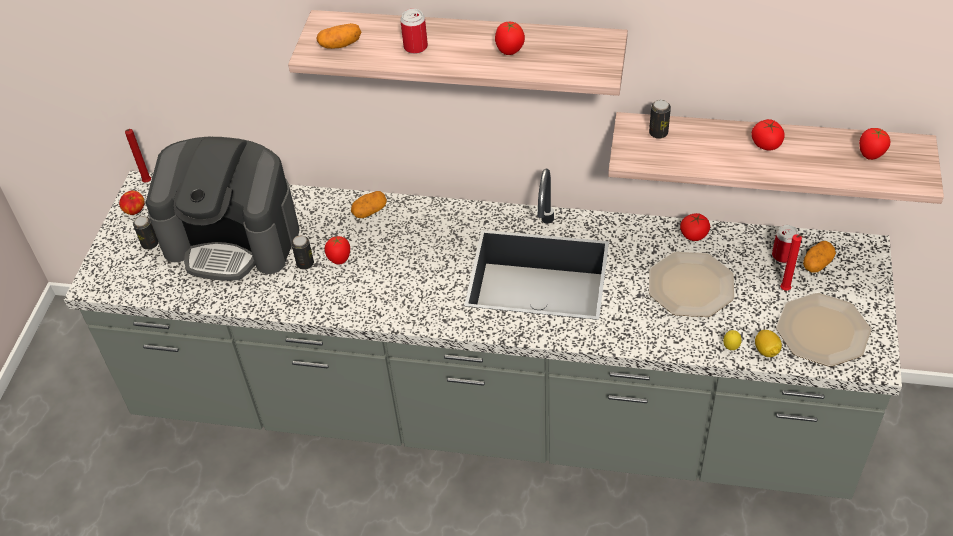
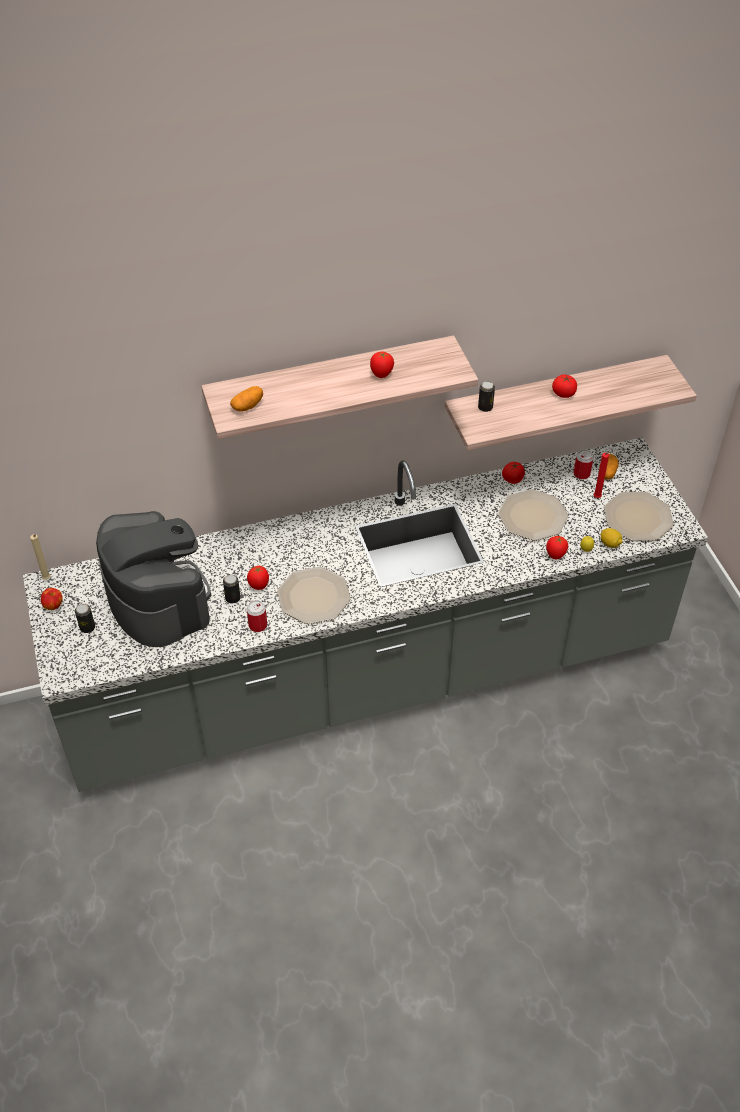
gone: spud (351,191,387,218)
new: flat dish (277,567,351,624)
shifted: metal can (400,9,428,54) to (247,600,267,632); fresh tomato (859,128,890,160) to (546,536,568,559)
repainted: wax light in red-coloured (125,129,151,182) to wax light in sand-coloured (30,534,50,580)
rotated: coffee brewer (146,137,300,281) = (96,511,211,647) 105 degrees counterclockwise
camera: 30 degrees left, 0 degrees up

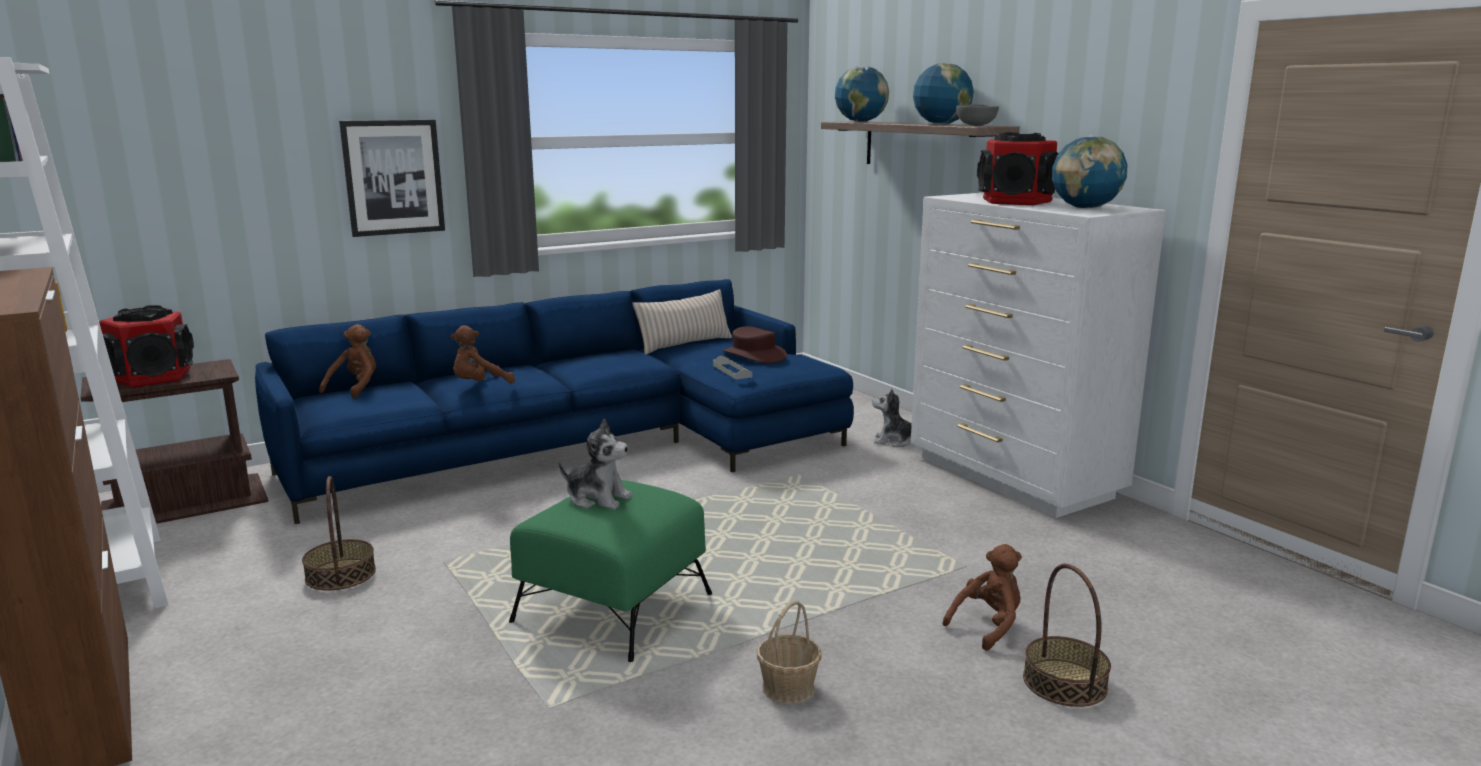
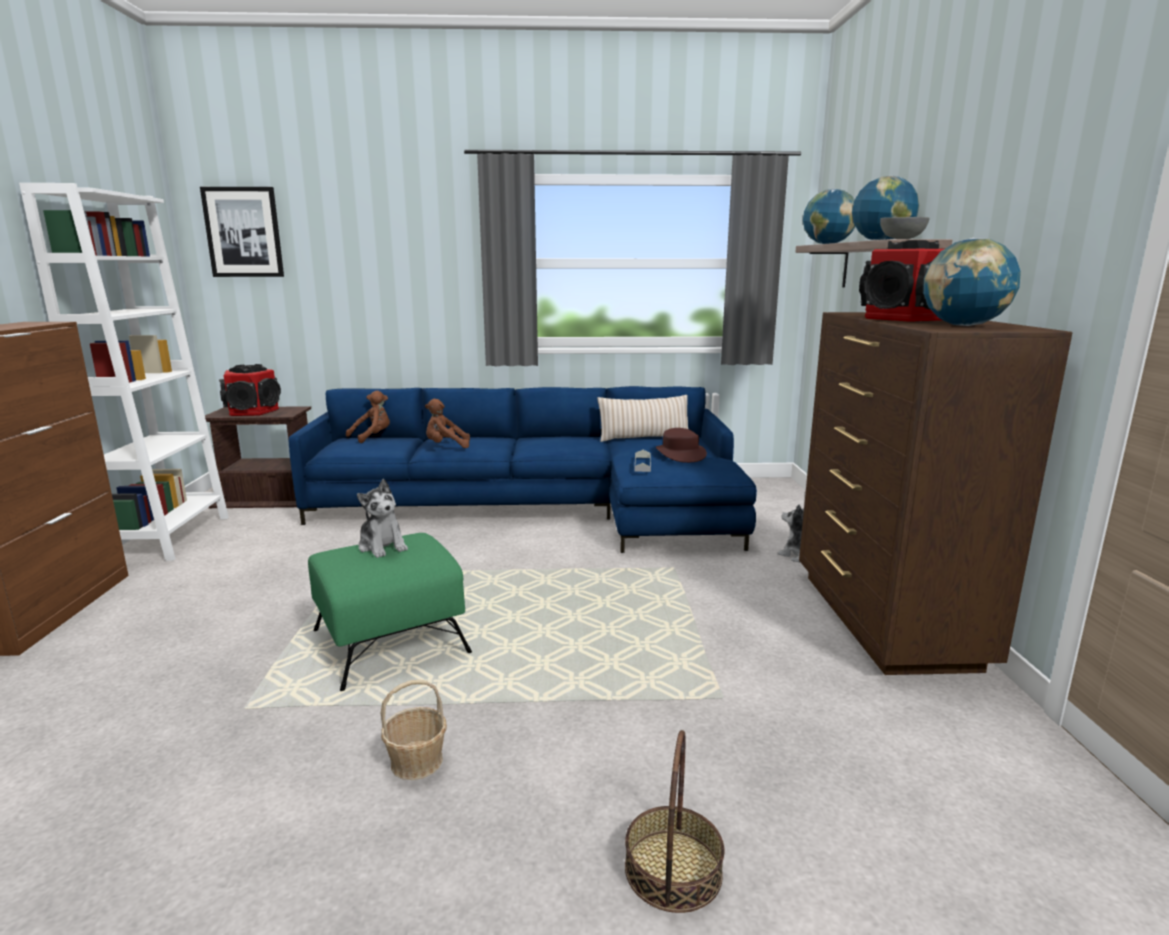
gone: household basket (302,476,376,591); cuddly toy in brown (942,544,1022,651)
shifted: picture (339,120,445,237) to (200,187,284,277)
repainted: dresser in white (911,193,1166,518) to dresser in brown (799,312,1072,675)
camera: 30 degrees right, 0 degrees up

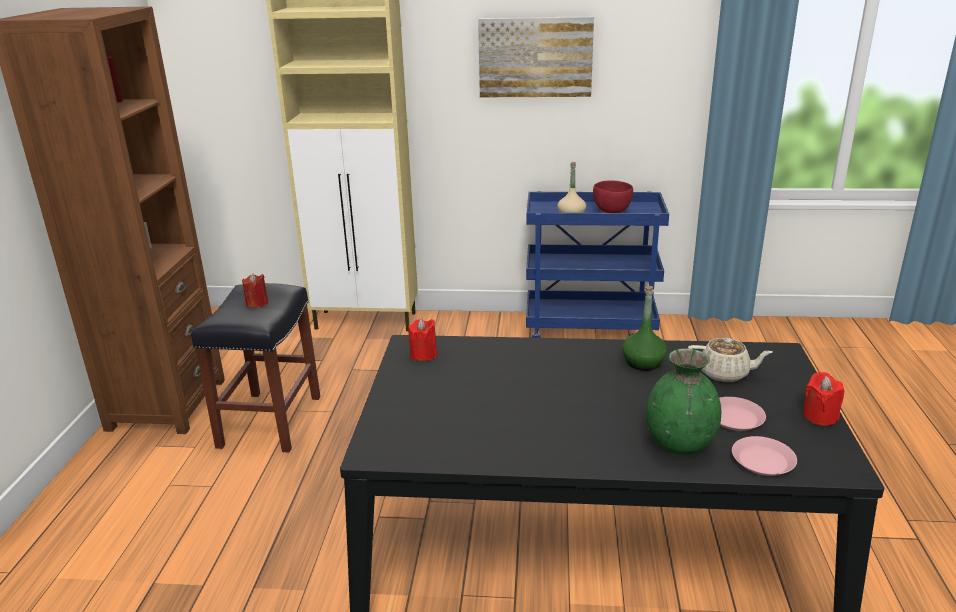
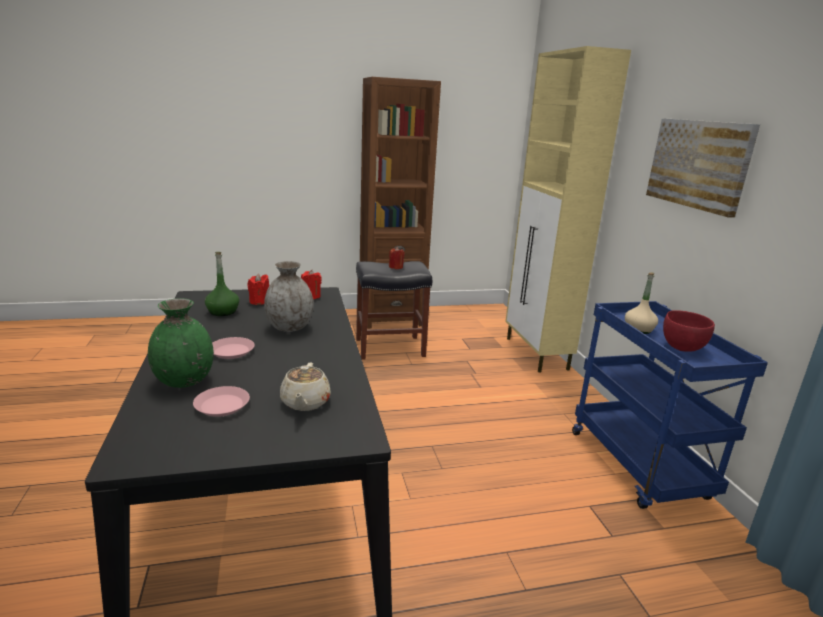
new: decorative vase in gray (264,261,314,332)
shifted: bottle in greenish (622,286,667,371) to (205,252,239,316); flat dish in pink-coloured (732,436,797,476) to (212,337,255,359); wax light in red-coloured (803,372,844,426) to (247,273,269,305)
camera: 70 degrees right, 5 degrees down

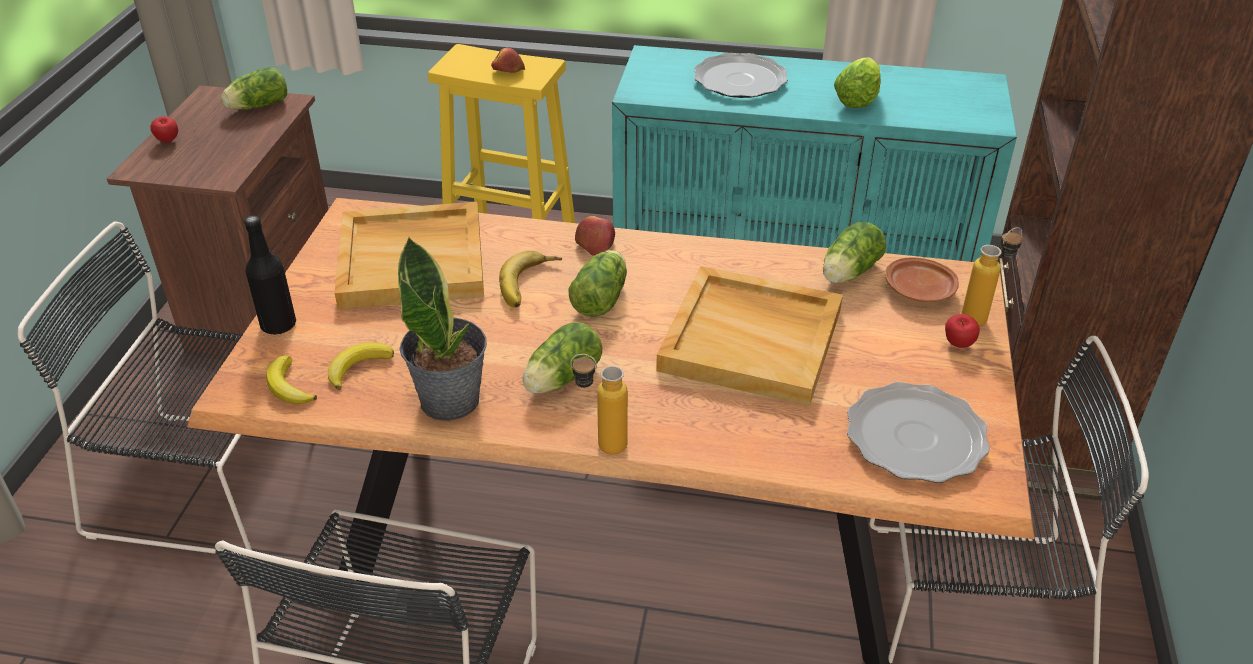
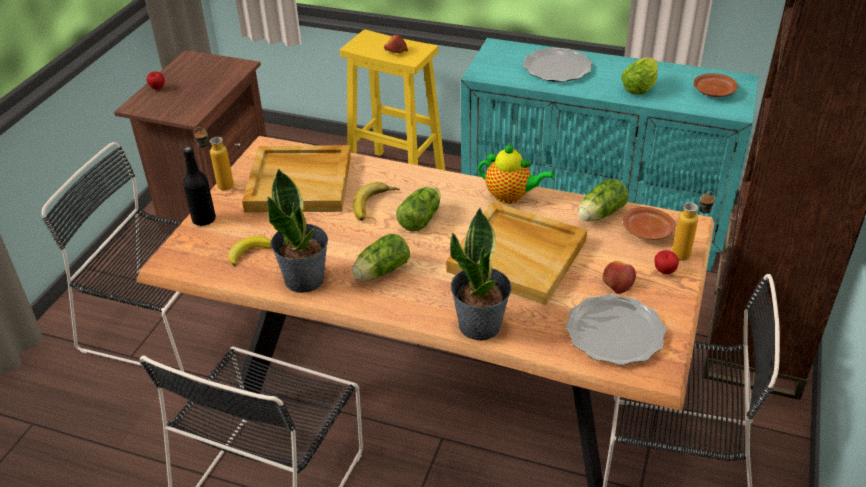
gone: lettuce head (221,67,287,110); whole banana (266,355,317,405)
new: plant in a pot (450,208,511,340); pot for tea (478,144,555,204); flat dish in brown (694,73,738,97)
shifted: bottle (570,354,628,455) to (194,127,234,190); whole apple (575,216,615,256) to (603,261,636,294)
camera: 10 degrees right, 0 degrees up

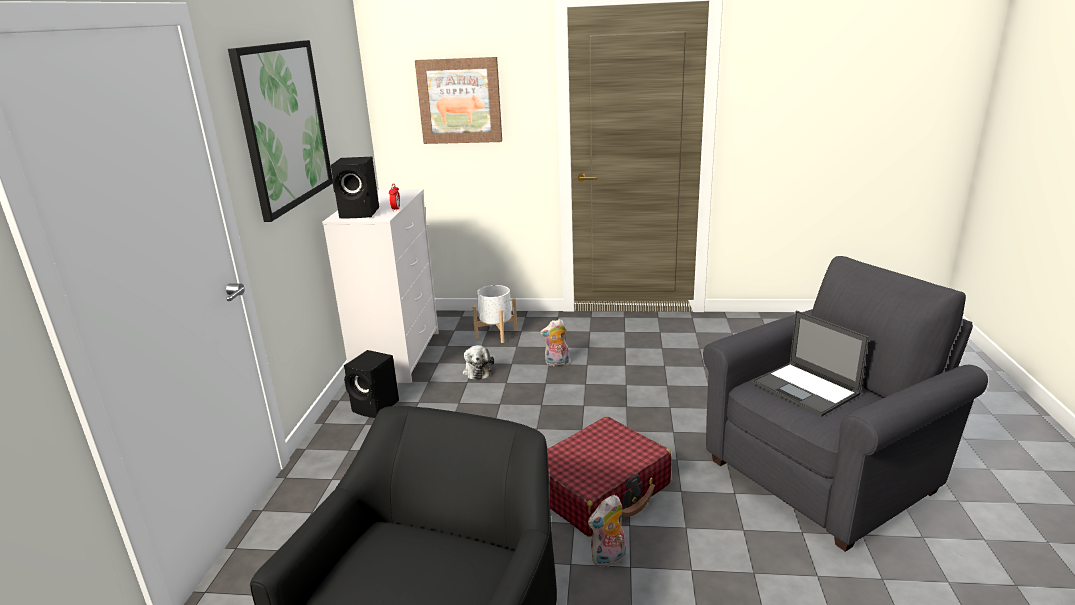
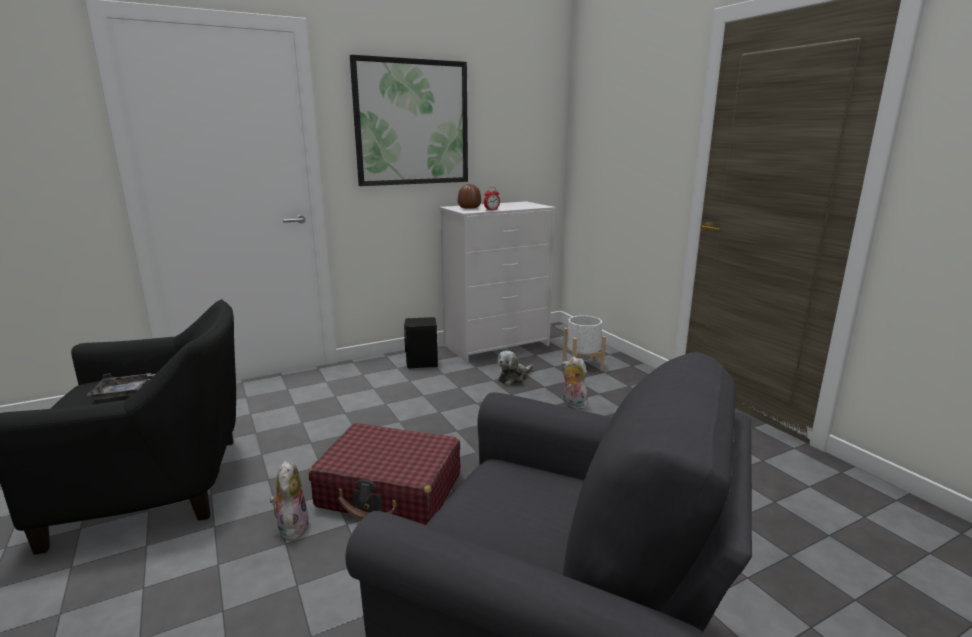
gone: picture (415,57,502,144); laptop (752,310,869,417)
new: tray in gray (86,372,155,400)
swapped: loudspeaker in blackish (331,157,379,218) to decorative vase in brown (458,184,481,209)
rotated: cuddly toy (588,495,628,567) = (270,460,309,541) 60 degrees clockwise
camera: 55 degrees right, 5 degrees down

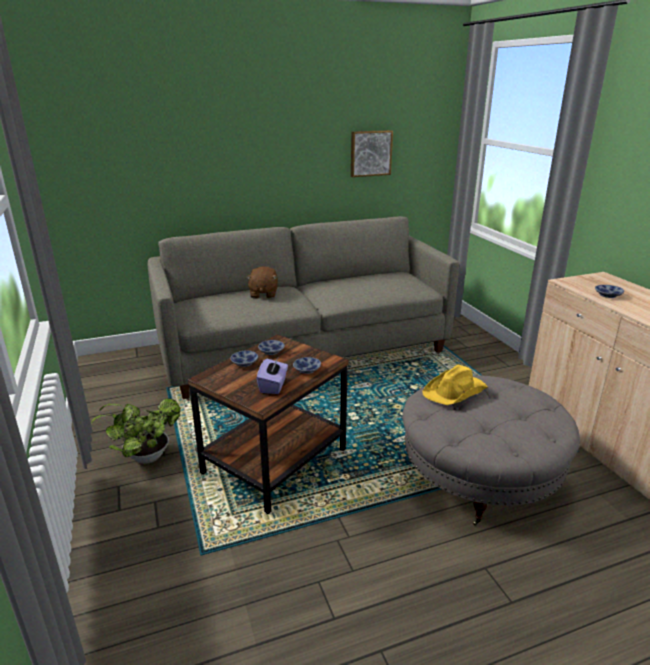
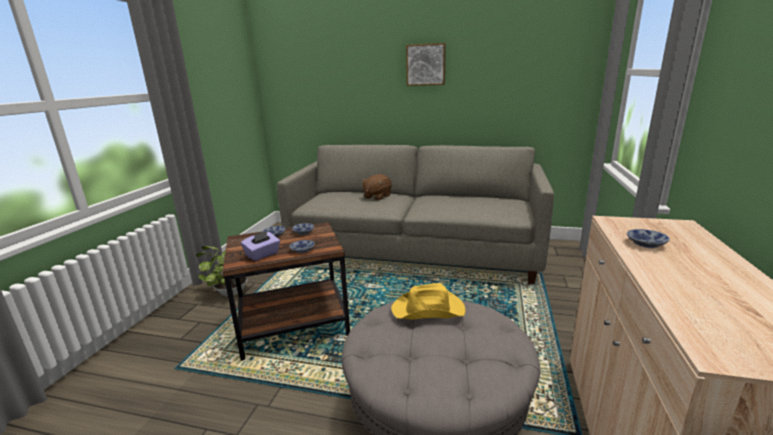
shifted: picture (351,130,393,177) to (406,43,446,86)
camera: 35 degrees right, 5 degrees down

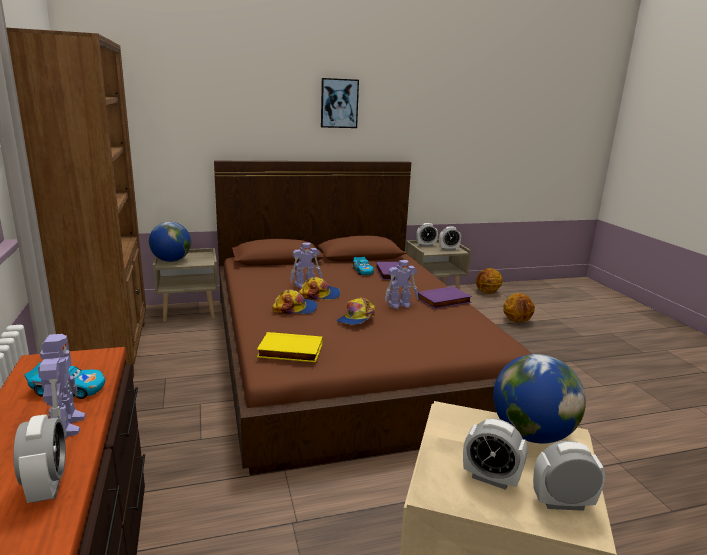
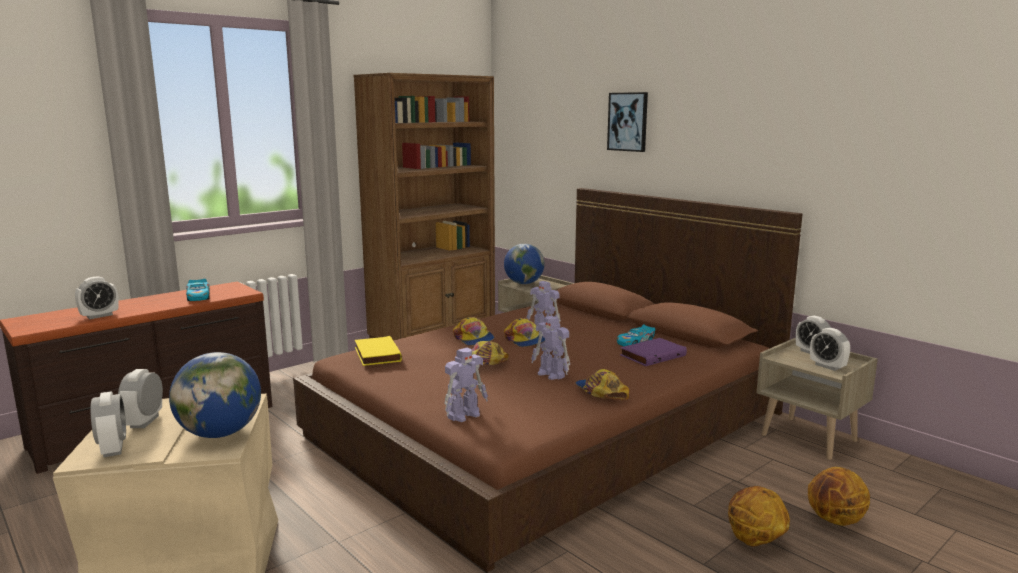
shifted: robot figure (38,334,86,439) to (444,348,488,422); picture (321,78,359,128) to (607,92,648,152); basketball ball (476,268,503,294) to (728,486,790,546)
swapped: bound book in purple-coloured (418,286,472,309) to peaked cap (575,369,629,400)
camera: 65 degrees right, 5 degrees down

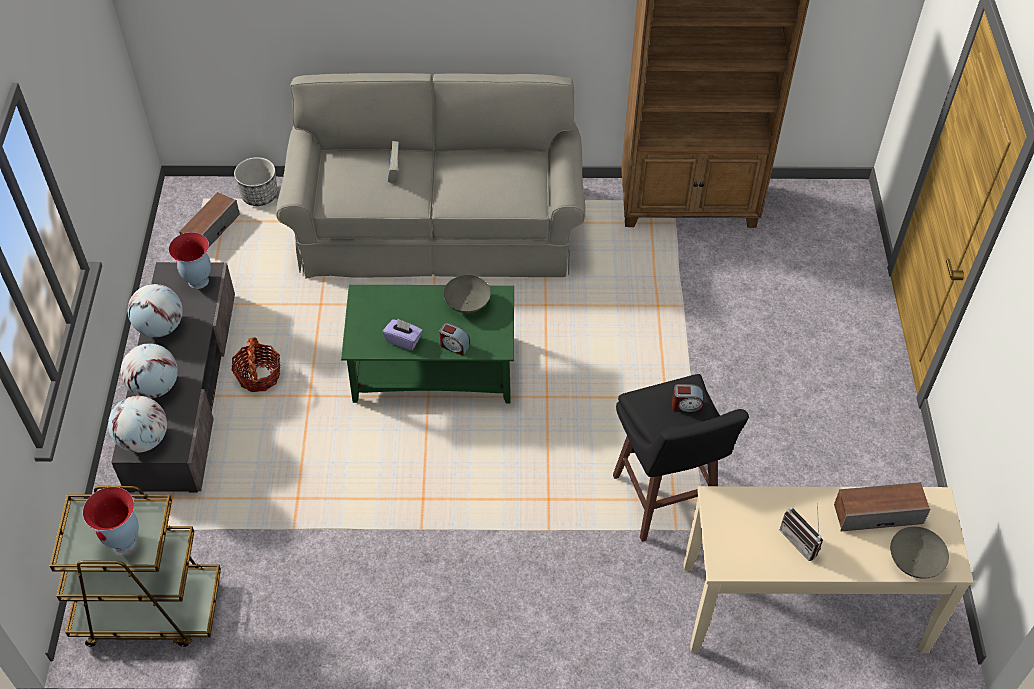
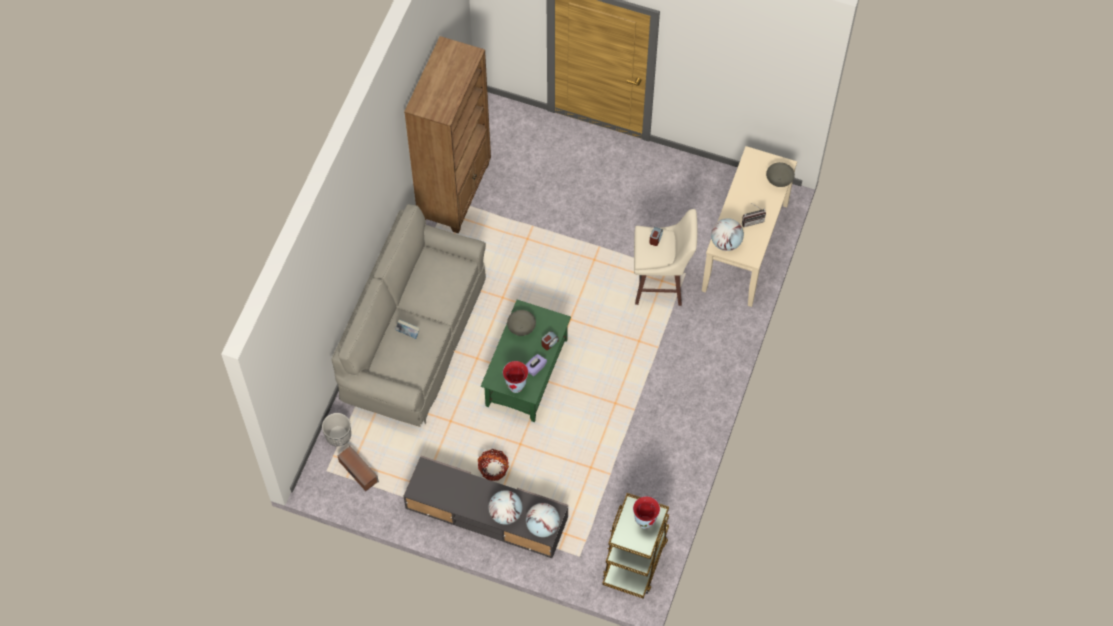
gone: loudspeaker (834,482,931,531)
shifted: desk globe (128,284,183,337) to (711,218,744,251); decorative vase (169,232,211,289) to (503,361,528,393)
repainted: stool in blackish (613,374,749,542) to stool in sand-coloured (634,209,698,306)
camera: 70 degrees left, 10 degrees up

